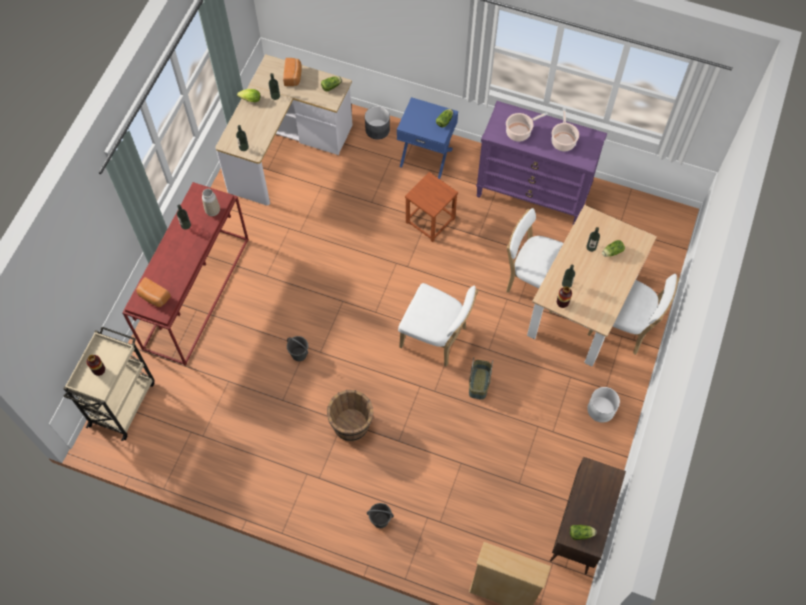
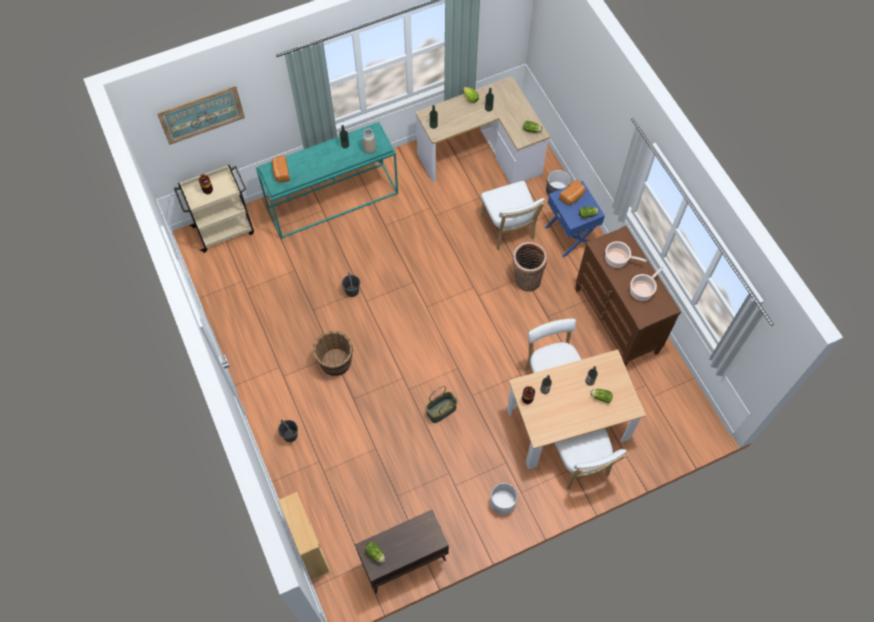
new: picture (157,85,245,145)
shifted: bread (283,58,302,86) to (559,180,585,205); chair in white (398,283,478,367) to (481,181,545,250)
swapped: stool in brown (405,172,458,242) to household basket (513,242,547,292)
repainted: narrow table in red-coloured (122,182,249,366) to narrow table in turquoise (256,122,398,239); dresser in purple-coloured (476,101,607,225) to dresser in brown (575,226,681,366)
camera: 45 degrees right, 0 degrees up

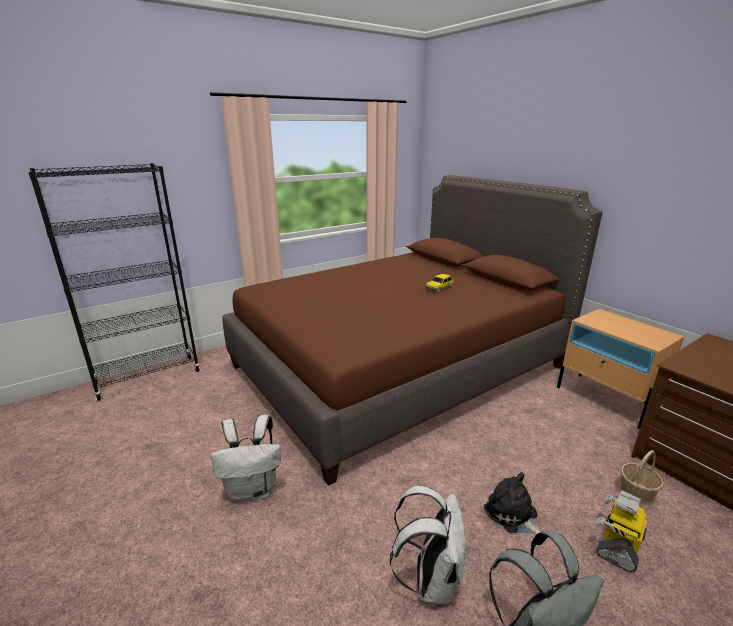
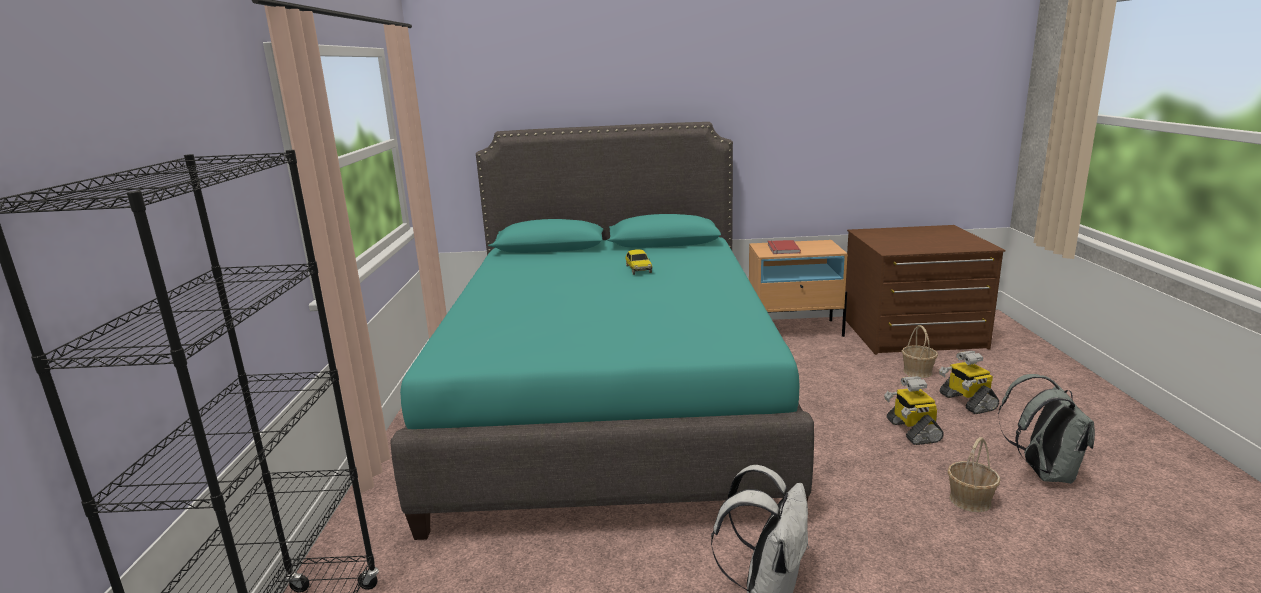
new: bound book in red-coloured (768,240,801,254)
swapped: knapsack in white (390,486,467,604) to household basket (947,437,1000,512); cuddly toy (484,472,542,534) to robot figure (884,376,944,445)
repainted: bedroom bed in brown (222,175,603,486) to bedroom bed in turquoise (390,122,814,540)
camera: 55 degrees left, 5 degrees down

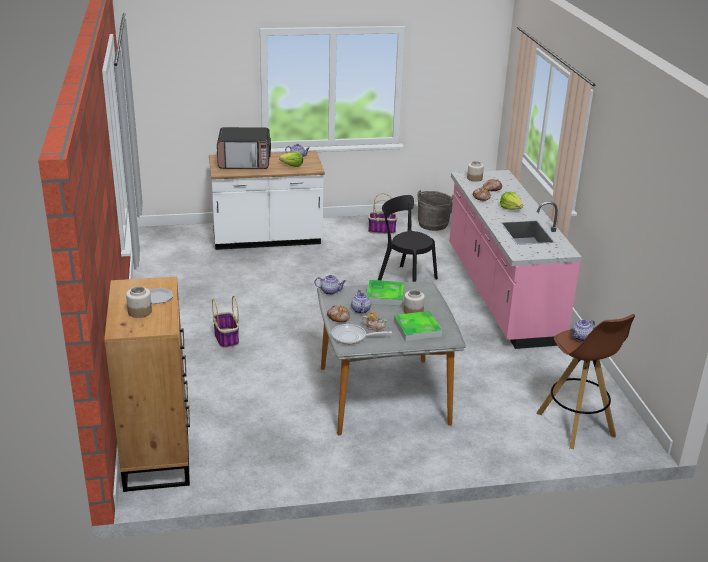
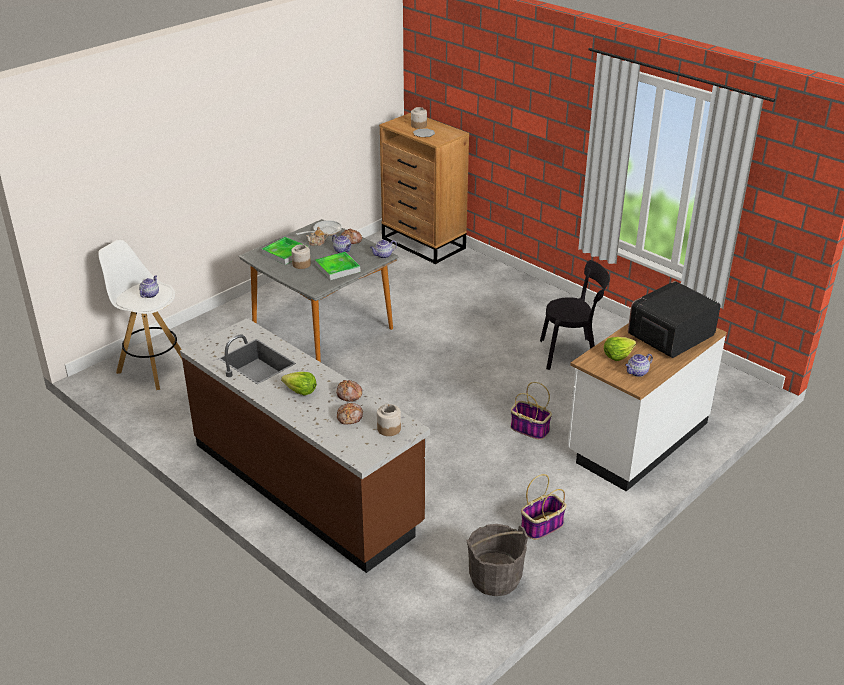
shifted: household basket (212,296,239,348) to (511,382,552,440); chair in blackish (378,195,438,282) to (540,260,610,370)
repainted: kitchen base unit in pink-coloured (449,170,582,349) to kitchen base unit in brown (180,318,430,573); stool in brown (537,314,635,449) to stool in white (98,240,182,390)
camera: 145 degrees right, 5 degrees up

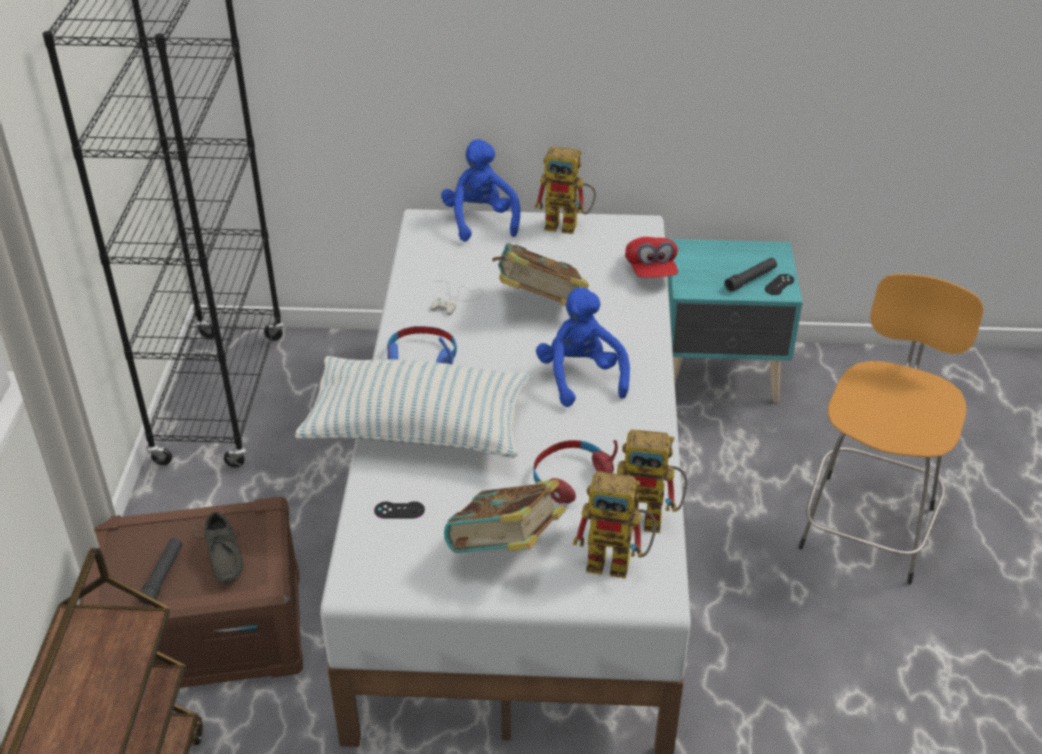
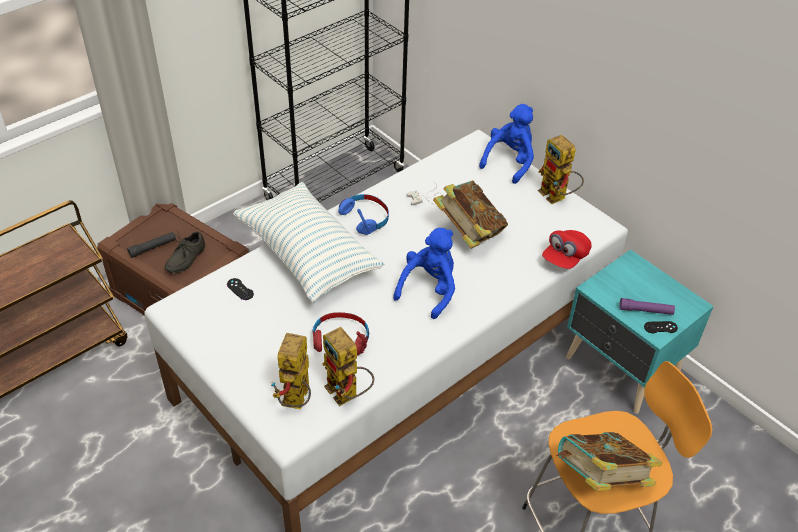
shifted: bound book (444,479,565,553) to (556,432,663,491)
repainted: flashlight in blackish (724,258,777,292) to flashlight in purple-coloured (620,298,675,315)
rotated: robot figure (573,471,656,578) = (271,333,311,410) 45 degrees clockwise
camera: 45 degrees right, 5 degrees up

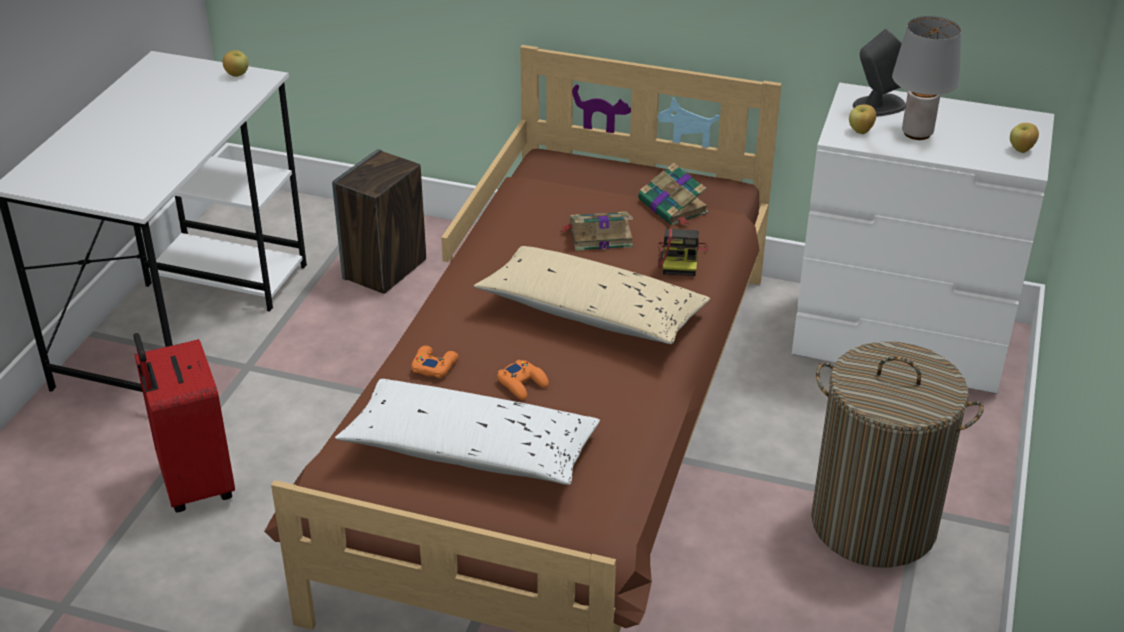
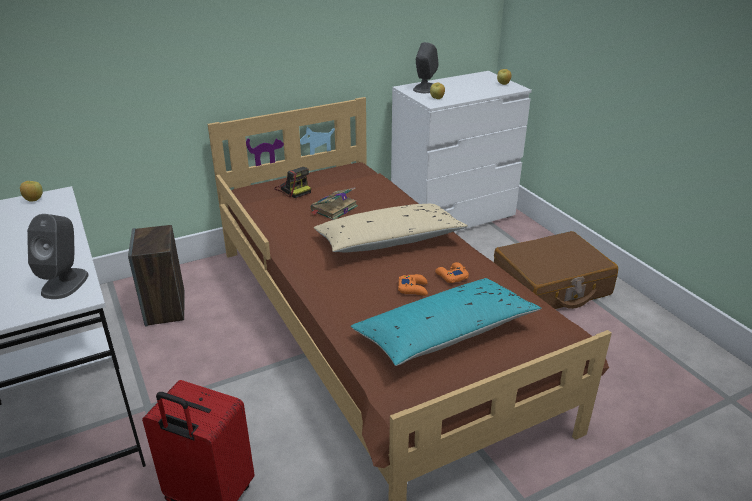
gone: bound book (638,163,709,226); lamp for a table in gray (892,16,961,140)
new: loudspeaker in gray (27,214,89,299)
shifted: gamepad in orange (411,346,458,378) to (435,262,469,283); photo camera (658,228,708,276) to (274,167,311,198)
swapped: washing basket (811,342,984,568) to piece of luggage in brown (494,231,618,309)
repainted: pillow in white (335,379,600,485) to pillow in turquoise (351,278,542,366)
camera: 45 degrees left, 5 degrees down

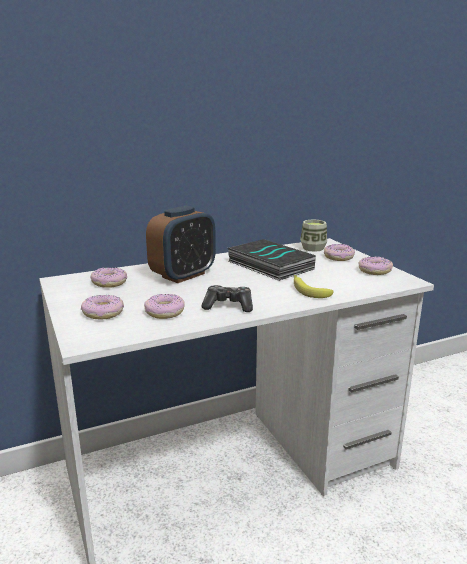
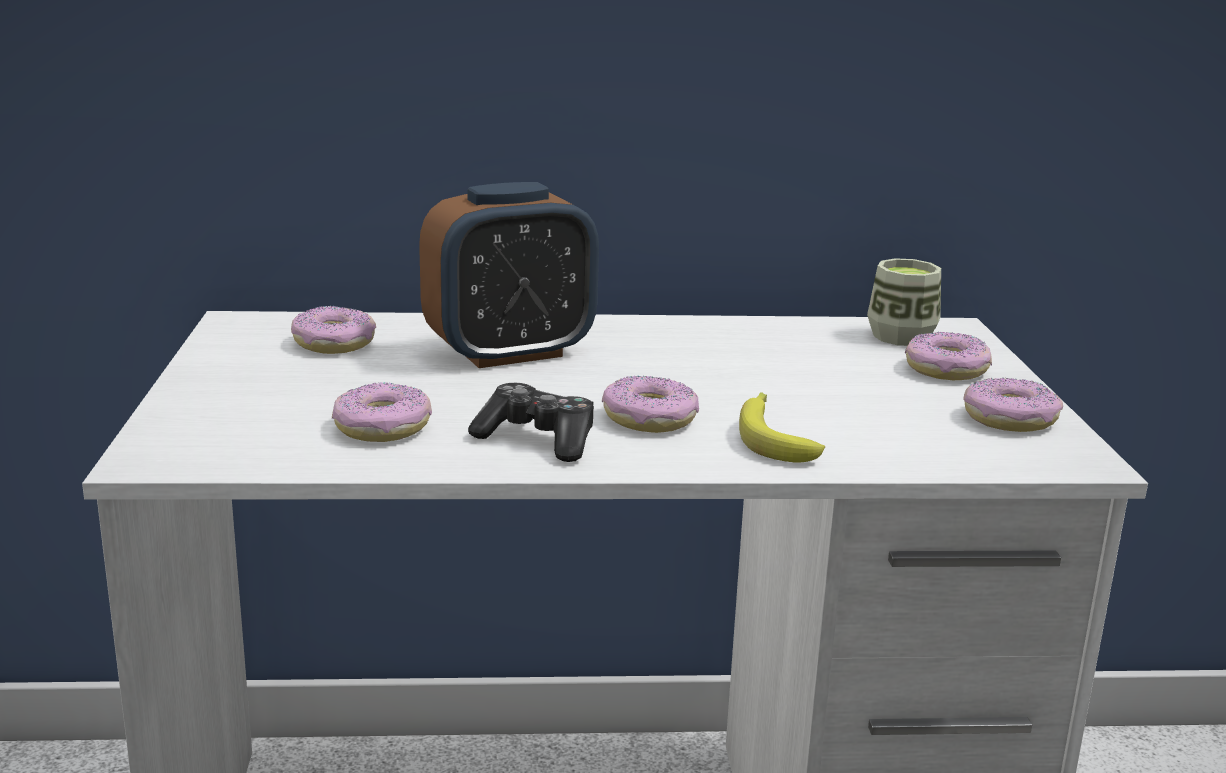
gone: bound book (228,239,316,281)
shifted: donut (81,295,124,319) to (602,376,699,433)
camera: 20 degrees right, 0 degrees up

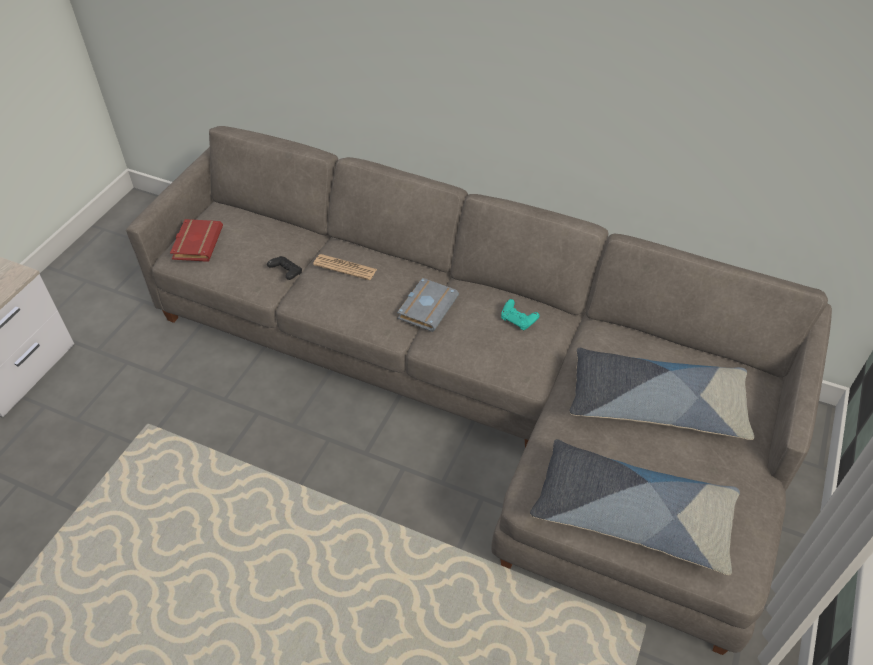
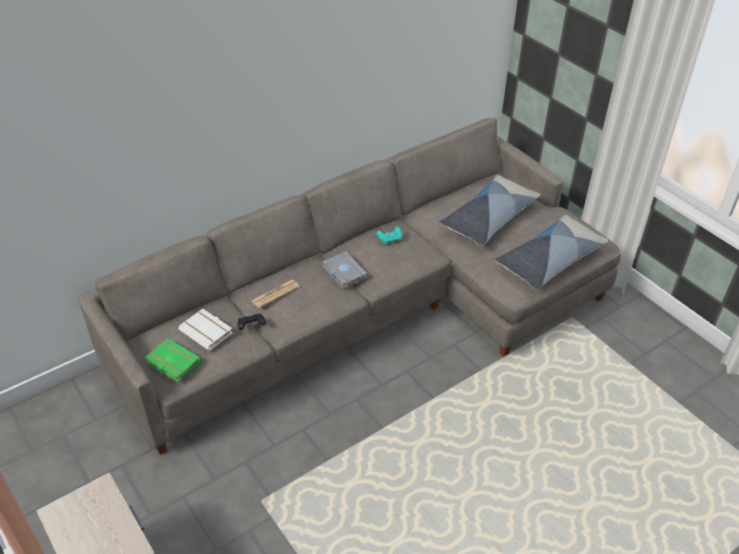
new: bound book in white (178,309,233,351)
repainted: bound book in red-coloured (170,219,223,262) to bound book in greenish (145,338,202,383)
camera: 60 degrees left, 5 degrees down

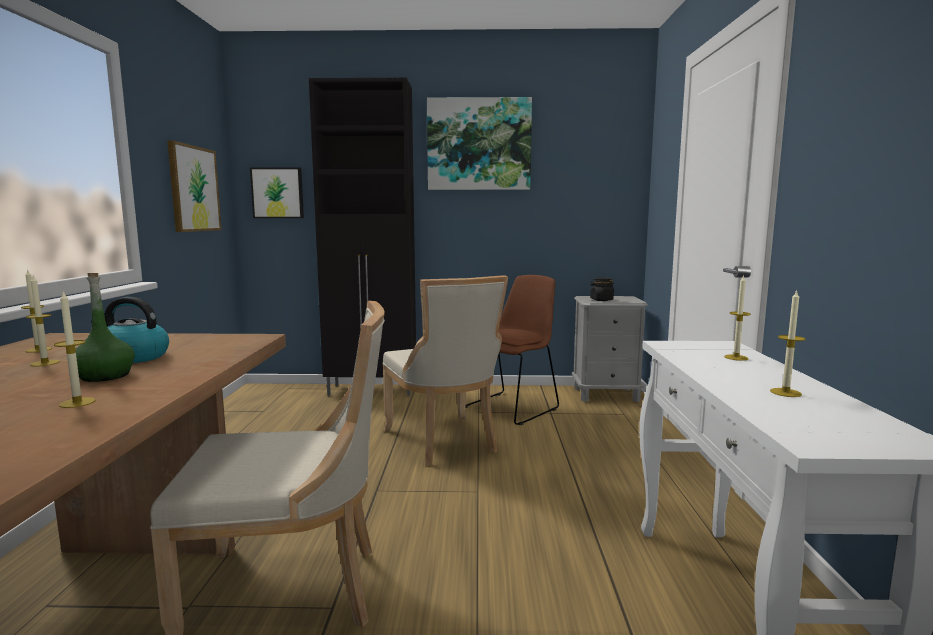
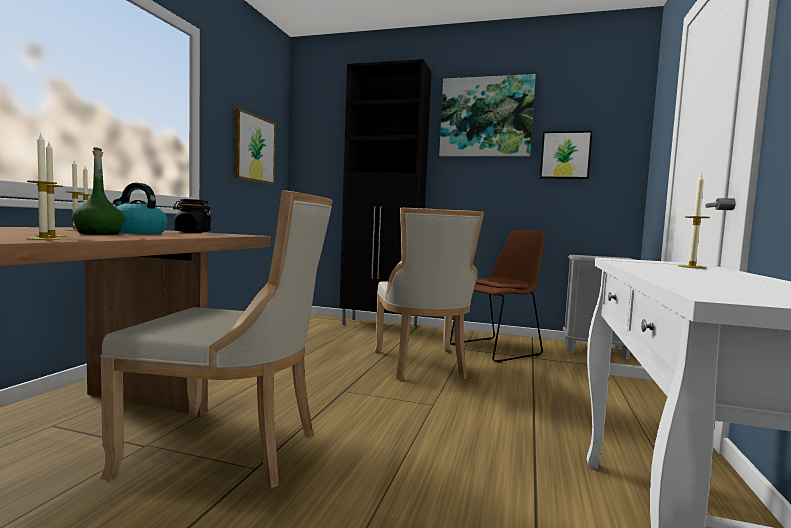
shifted: picture (250,167,304,218) to (540,131,593,179); preserve jar in blackish (590,277,614,301) to (173,199,212,233); wax light (770,289,805,397) to (26,134,61,240)
camera: 15 degrees right, 5 degrees down

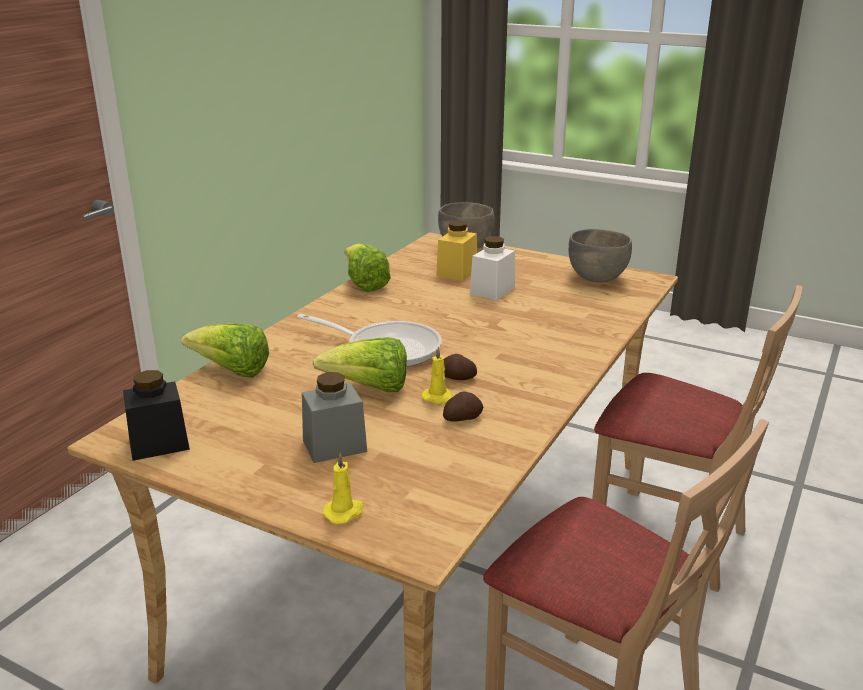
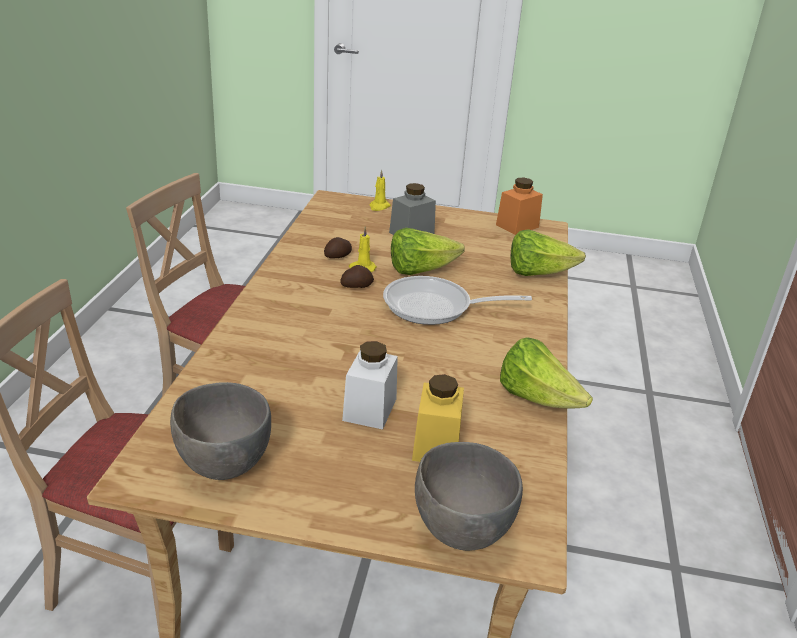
repainted: preserve jar in blackish (123,370,190,461) to preserve jar in orange (496,178,543,235)
camera: 160 degrees right, 5 degrees up

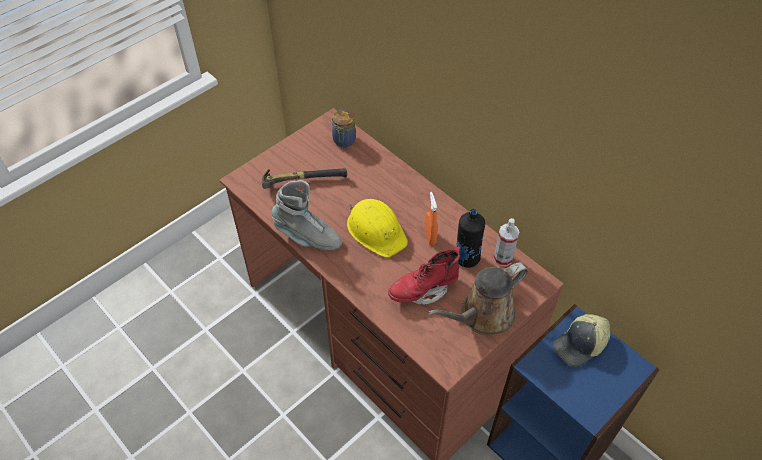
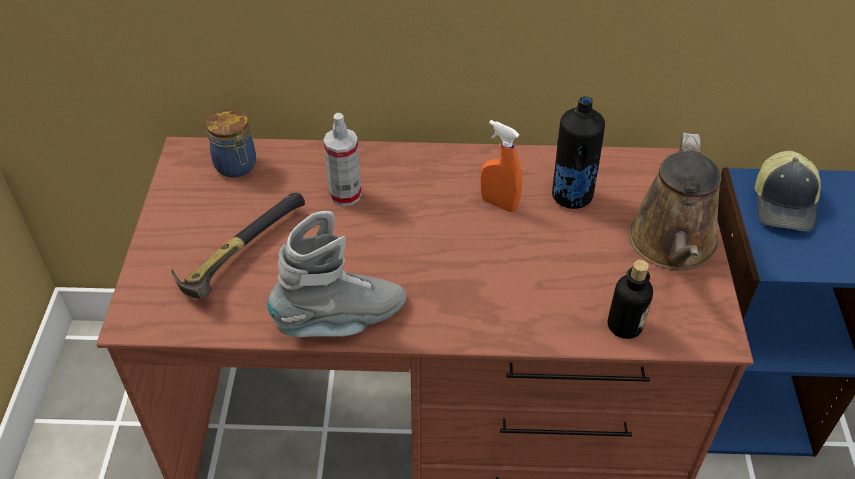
gone: hard hat in yellow (347,199,408,257); boot in red-coloured (388,246,460,305)
new: bottle (607,260,653,339)
shifted: hand sprayer (493,218,519,266) to (323,113,361,206)
camera: 45 degrees left, 5 degrees down

